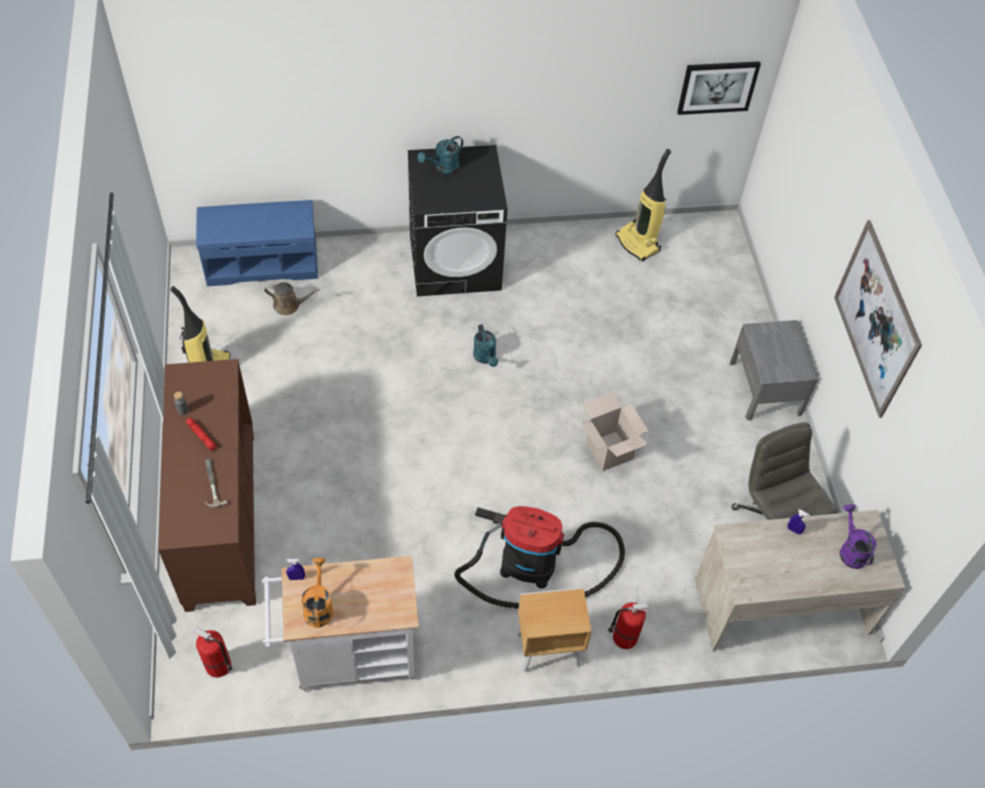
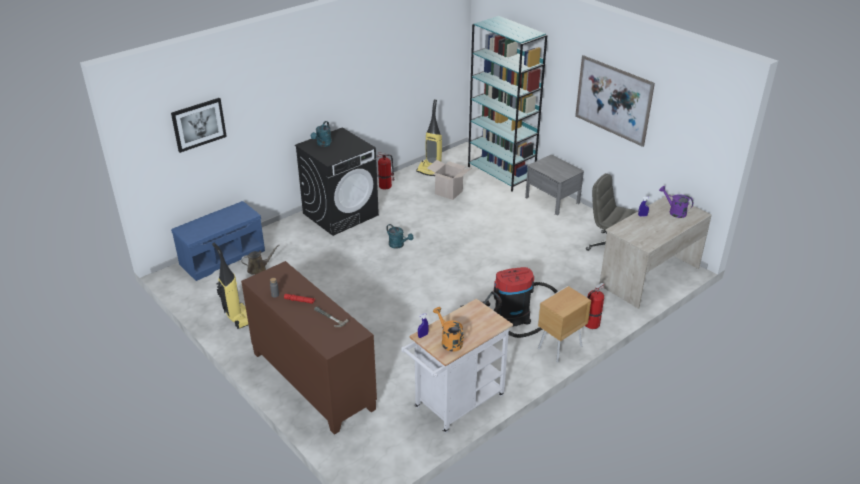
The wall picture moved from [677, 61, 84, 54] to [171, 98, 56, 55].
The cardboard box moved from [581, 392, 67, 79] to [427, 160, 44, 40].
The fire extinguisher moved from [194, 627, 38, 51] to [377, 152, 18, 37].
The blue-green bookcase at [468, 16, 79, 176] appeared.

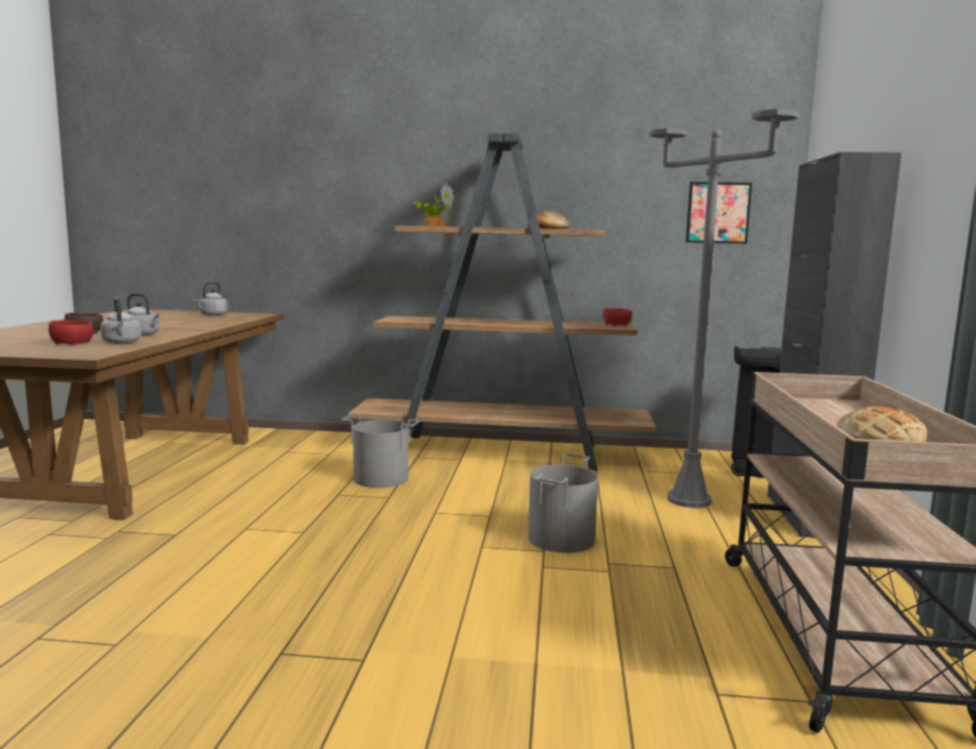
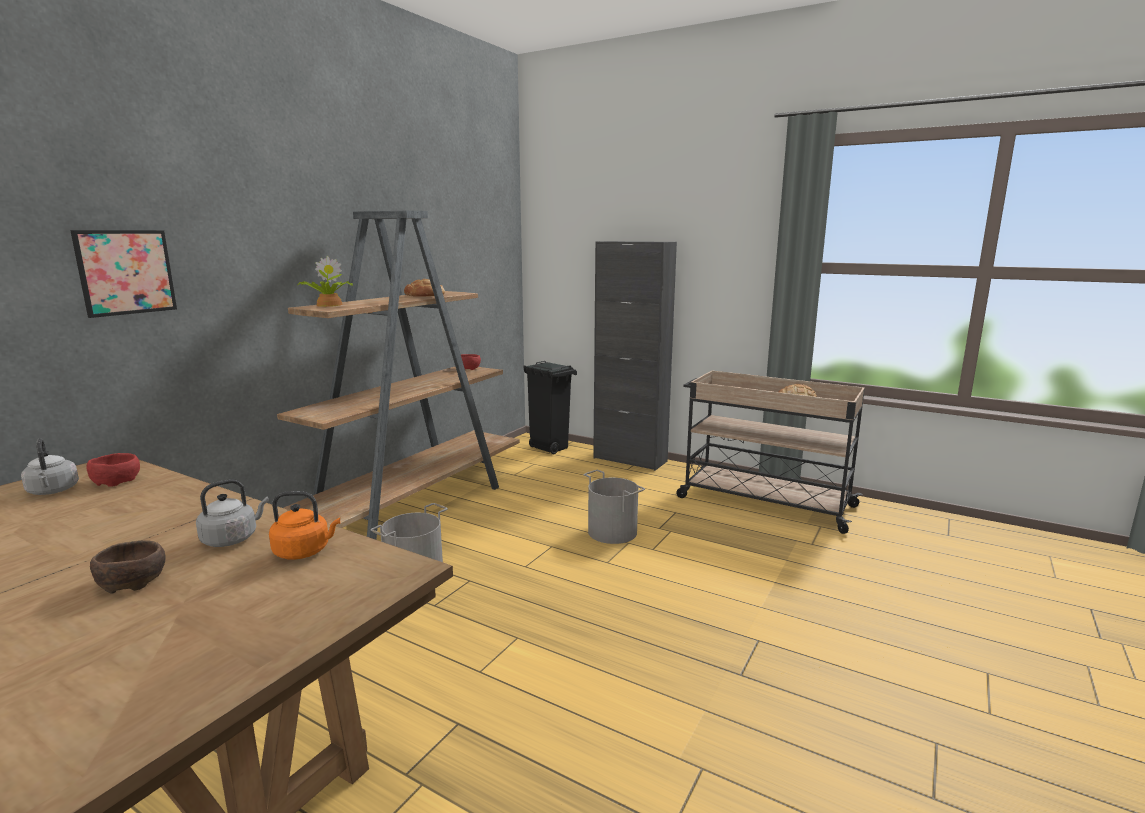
The gray standard lamp at [649, 109, 151, 399] disappeared.
The wall picture moved from [686, 182, 66, 62] to [70, 230, 107, 88].
The gray kettle at [100, 297, 41, 47] became the orange kettle at [269, 491, 71, 69].
The reddish deep dish moved from [48, 320, 46, 25] to [86, 453, 54, 34].

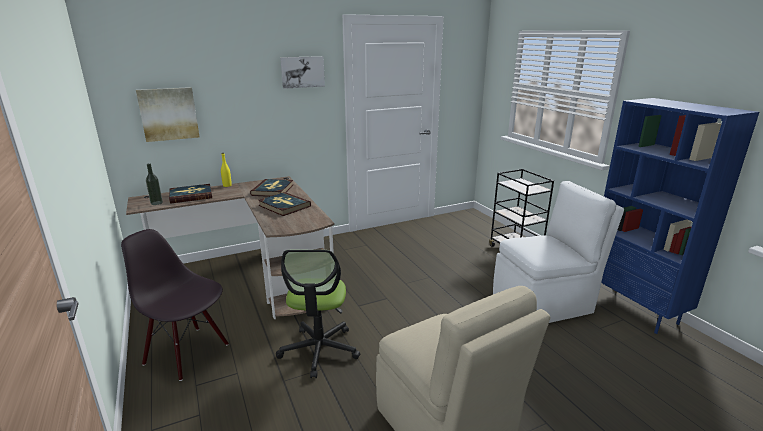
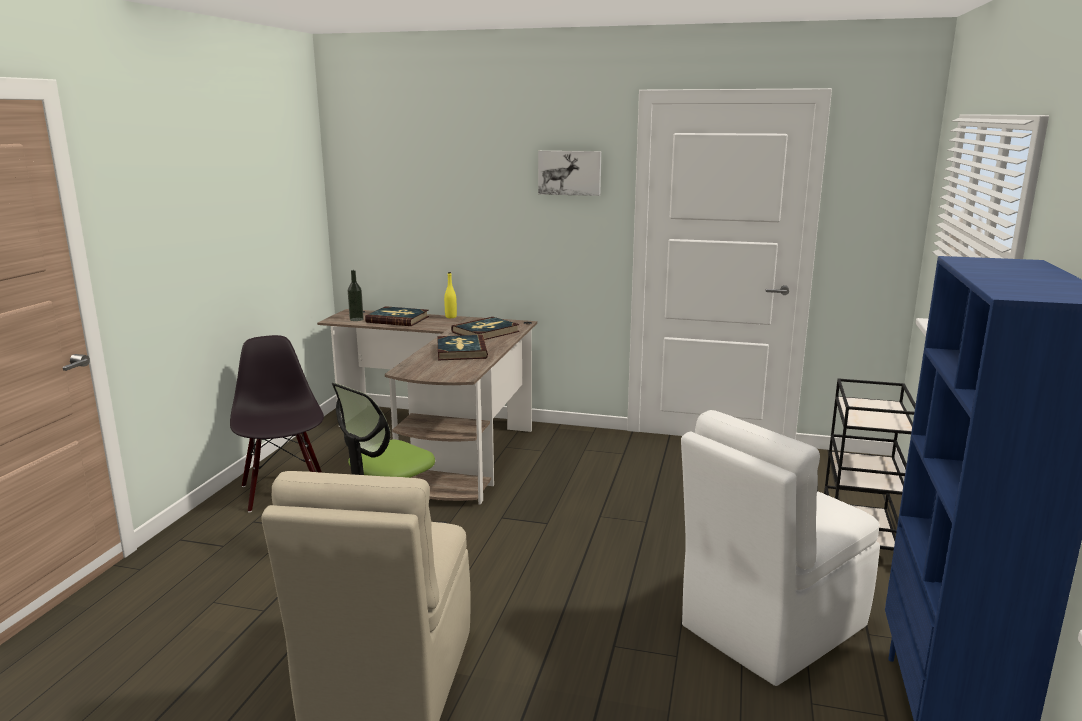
The wall picture at [136, 87, 64, 55] disappeared.
The whitish chair at [493, 181, 131, 142] turned 120 degrees clockwise.

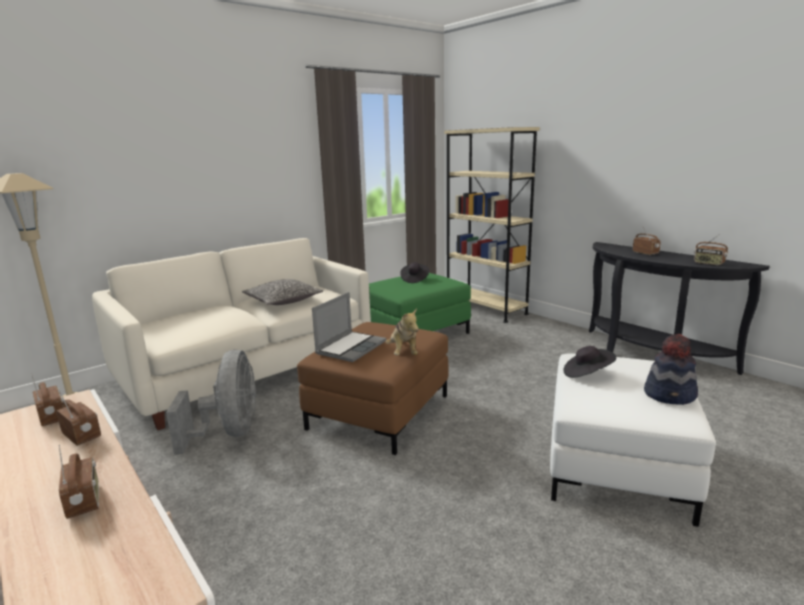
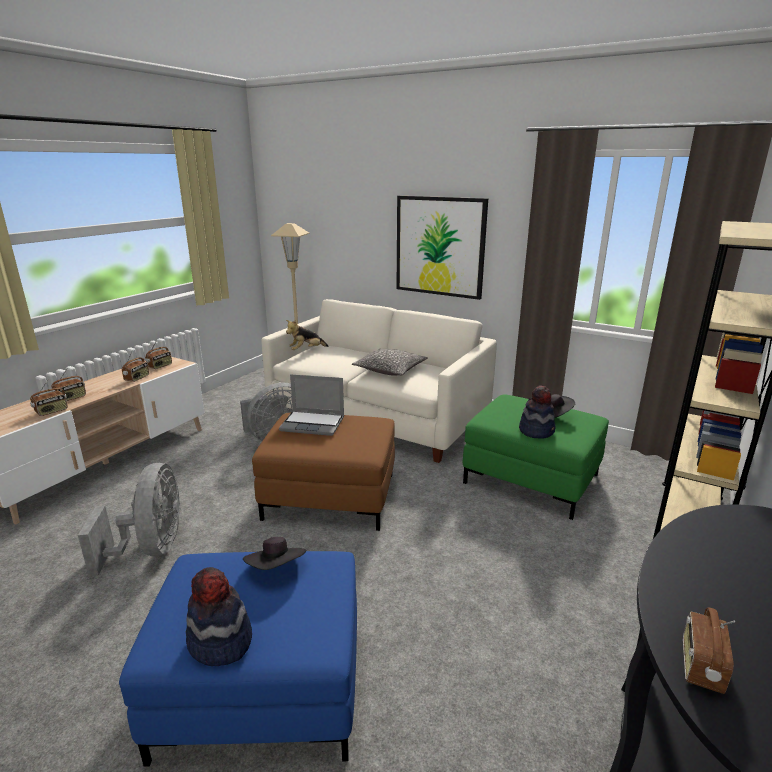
The radio moved from [633, 226, 28, 29] to [30, 380, 38, 36].
The cuddly toy moved from [386, 308, 33, 47] to [286, 320, 42, 30].
The whitish footrest at [550, 353, 166, 174] became the blue footrest at [119, 551, 238, 216].
The wall picture at [397, 196, 91, 104] appeared.
The wearable hat at [519, 386, 36, 53] appeared.
The gray electric fan at [78, 463, 103, 113] appeared.

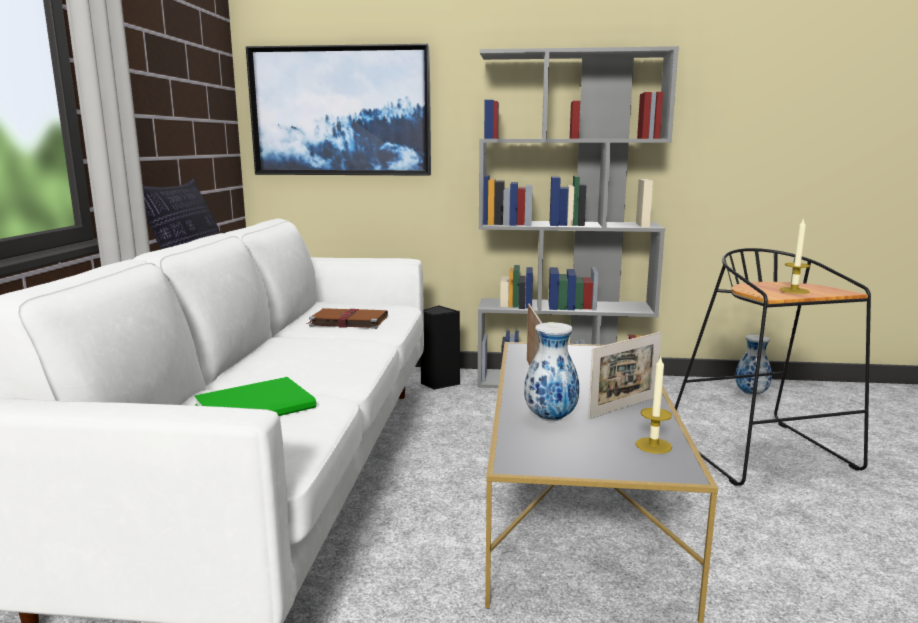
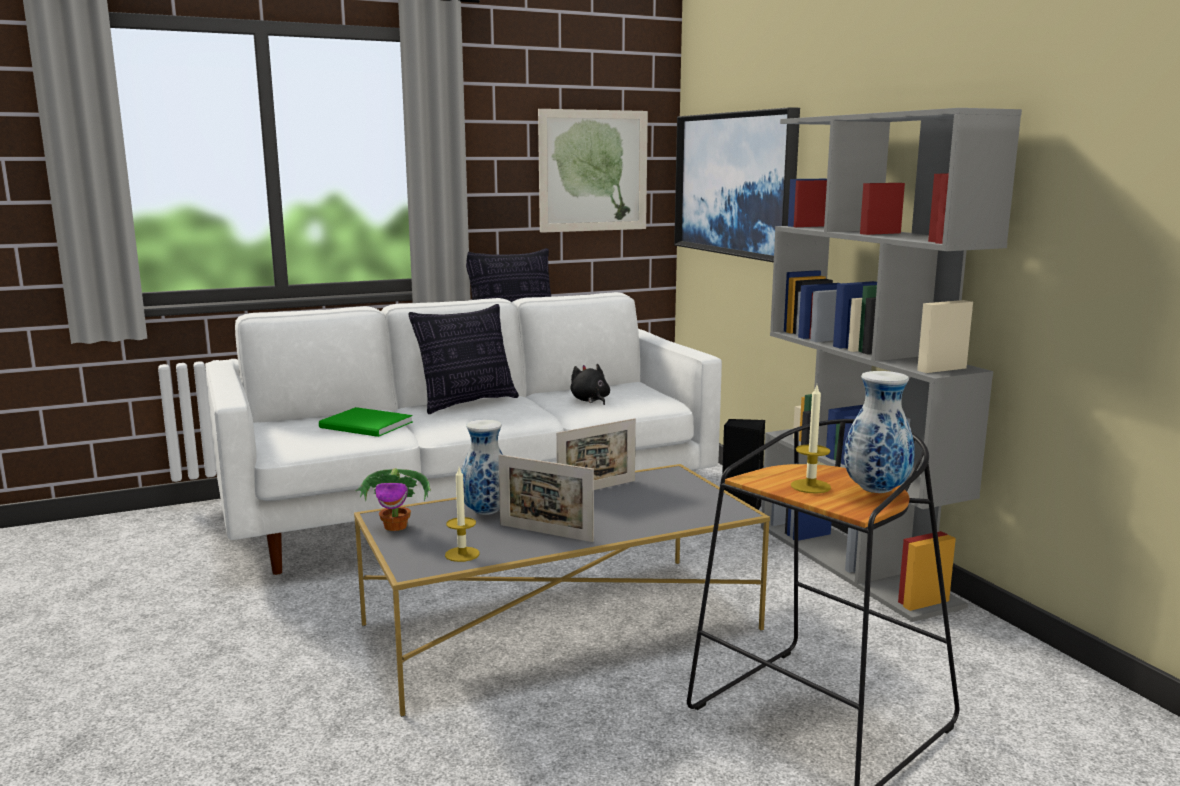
The brownish book at [306, 308, 82, 21] was replaced by the black cuddly toy at [570, 364, 40, 41].
The vase moved from [735, 335, 37, 60] to [844, 371, 71, 122].
The wall picture at [538, 109, 110, 124] appeared.
The throw pillow at [409, 304, 110, 110] appeared.
The houseplant at [356, 468, 75, 63] appeared.

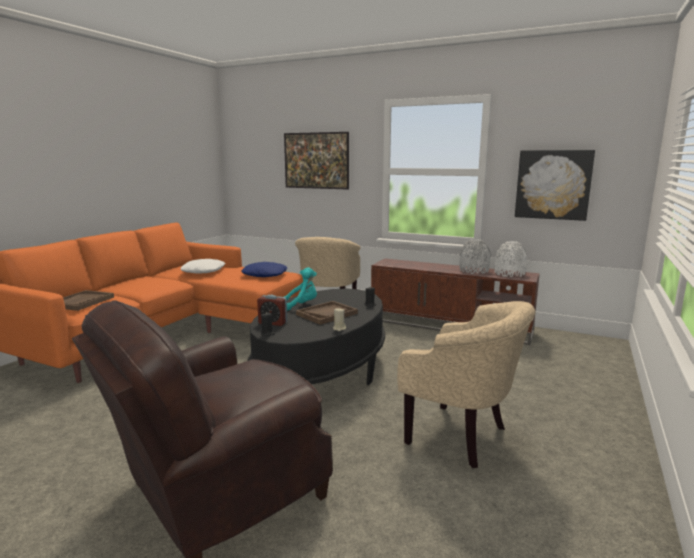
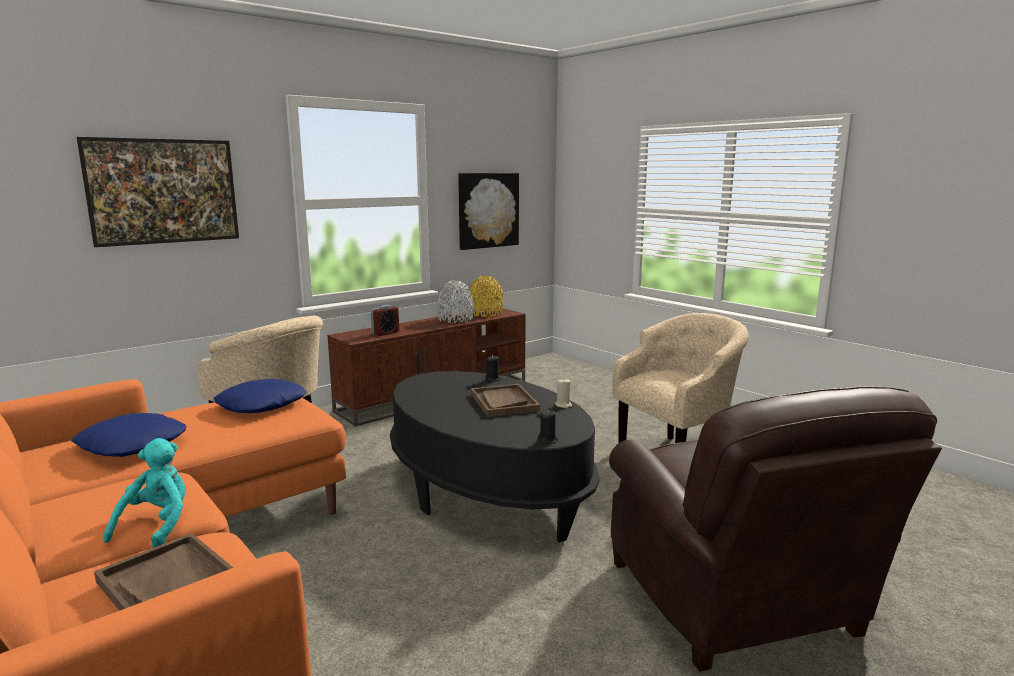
The whitish vase at [495, 241, 32, 36] became the yellowish vase at [469, 276, 34, 41].
The whitish throw pillow at [180, 259, 46, 14] became the blue throw pillow at [71, 413, 115, 44].
The blue-green cuddly toy moved from [284, 267, 33, 44] to [103, 438, 83, 110].
The table clock moved from [257, 295, 30, 31] to [371, 305, 28, 31].

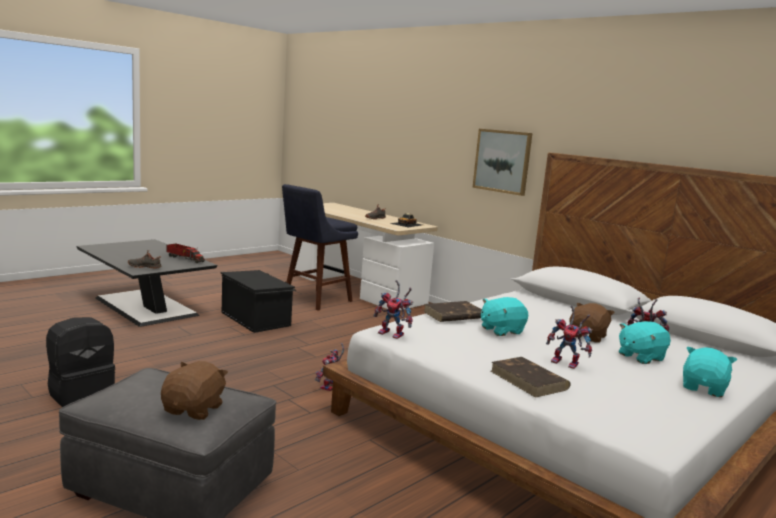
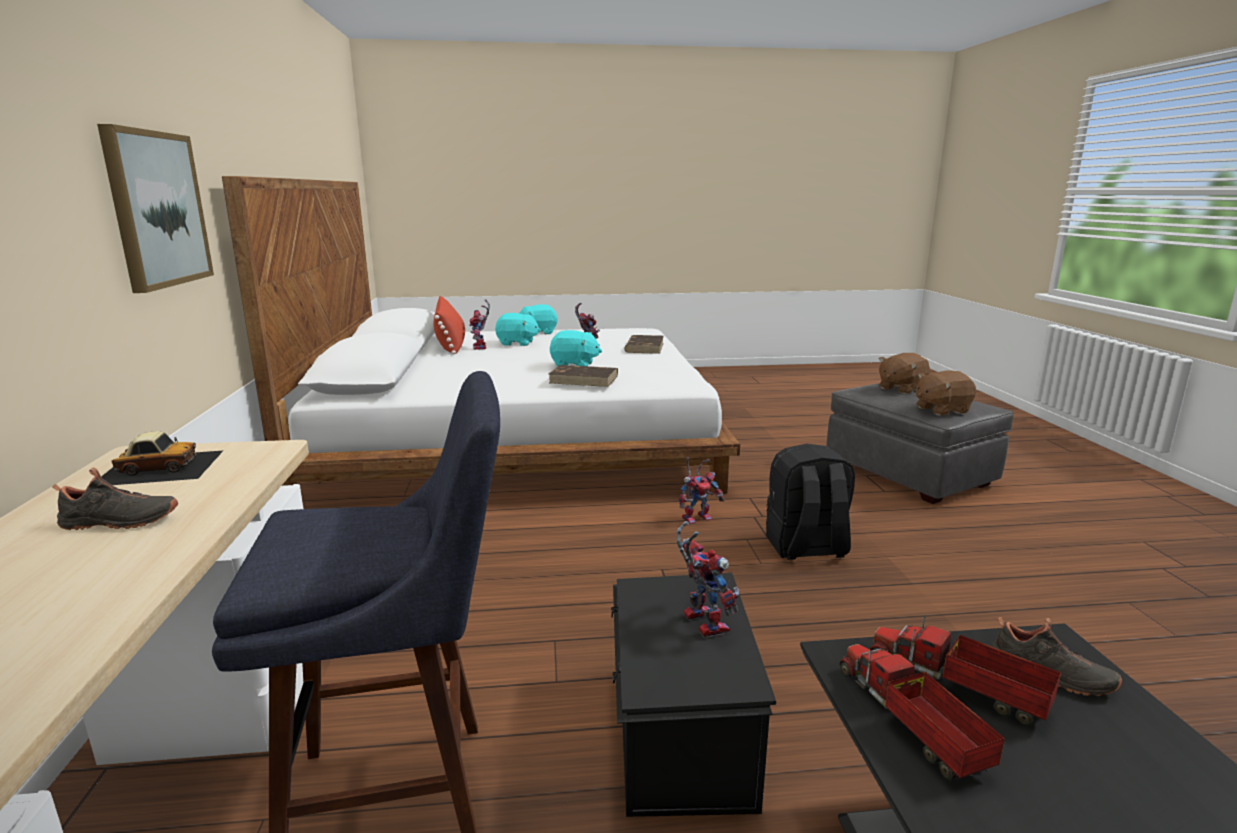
The toy robot moved from [374, 280, 39, 59] to [677, 521, 63, 116].
The brownish cuddly toy moved from [570, 303, 45, 40] to [916, 370, 60, 46].
The black knapsack moved from [46, 317, 70, 90] to [766, 444, 89, 116].
The reddish throw pillow at [434, 296, 31, 59] appeared.
The toy lorry at [870, 616, 191, 109] appeared.

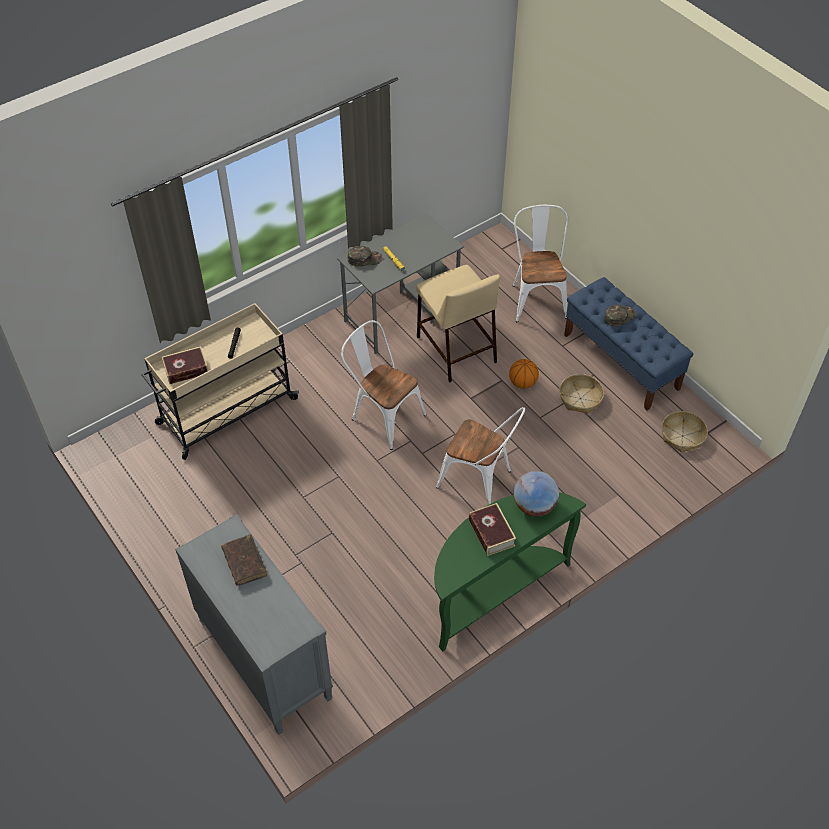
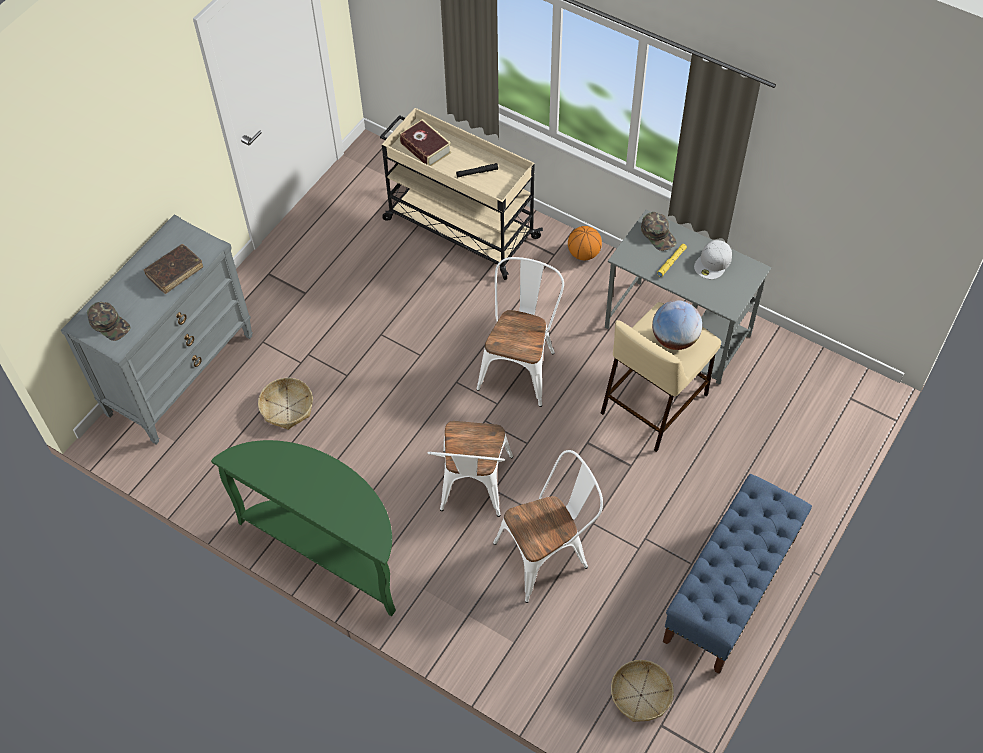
The whitish chair moved from [513, 205, 55, 117] to [493, 450, 110, 153].
The greenish peaked cap moved from [604, 305, 32, 22] to [87, 302, 43, 39].
The ball for basketball moved from [509, 359, 30, 30] to [568, 226, 34, 34].
The household basket moved from [559, 374, 45, 40] to [258, 378, 55, 52].
The globe moved from [514, 471, 45, 45] to [652, 300, 50, 50].
The book at [468, 503, 48, 53] disappeared.
The whitish peaked cap at [694, 240, 38, 39] appeared.

